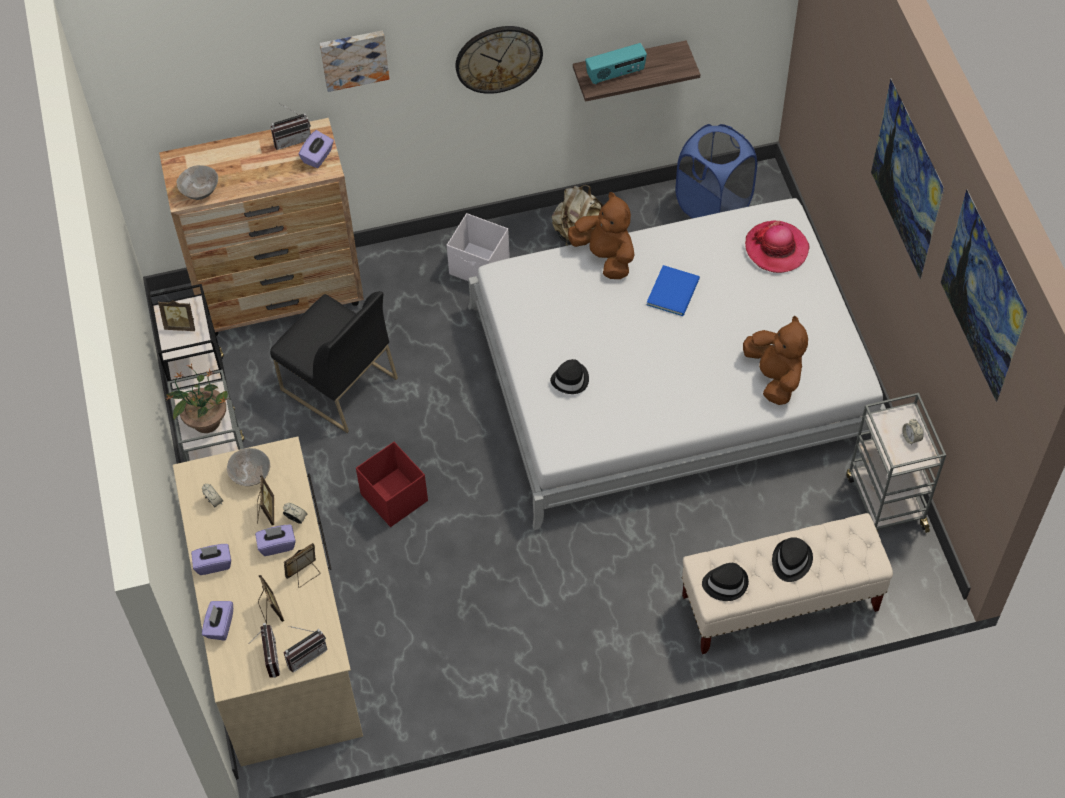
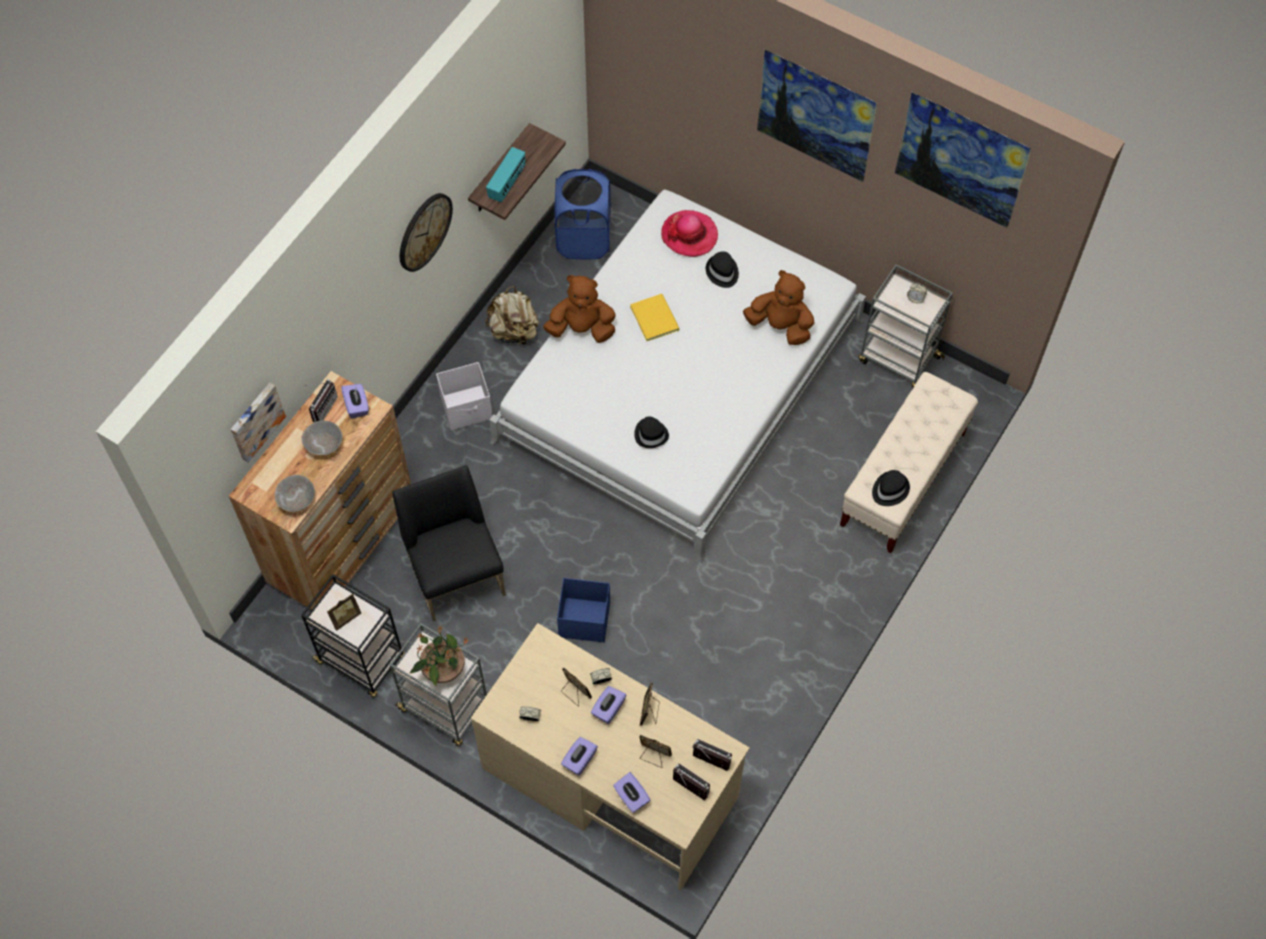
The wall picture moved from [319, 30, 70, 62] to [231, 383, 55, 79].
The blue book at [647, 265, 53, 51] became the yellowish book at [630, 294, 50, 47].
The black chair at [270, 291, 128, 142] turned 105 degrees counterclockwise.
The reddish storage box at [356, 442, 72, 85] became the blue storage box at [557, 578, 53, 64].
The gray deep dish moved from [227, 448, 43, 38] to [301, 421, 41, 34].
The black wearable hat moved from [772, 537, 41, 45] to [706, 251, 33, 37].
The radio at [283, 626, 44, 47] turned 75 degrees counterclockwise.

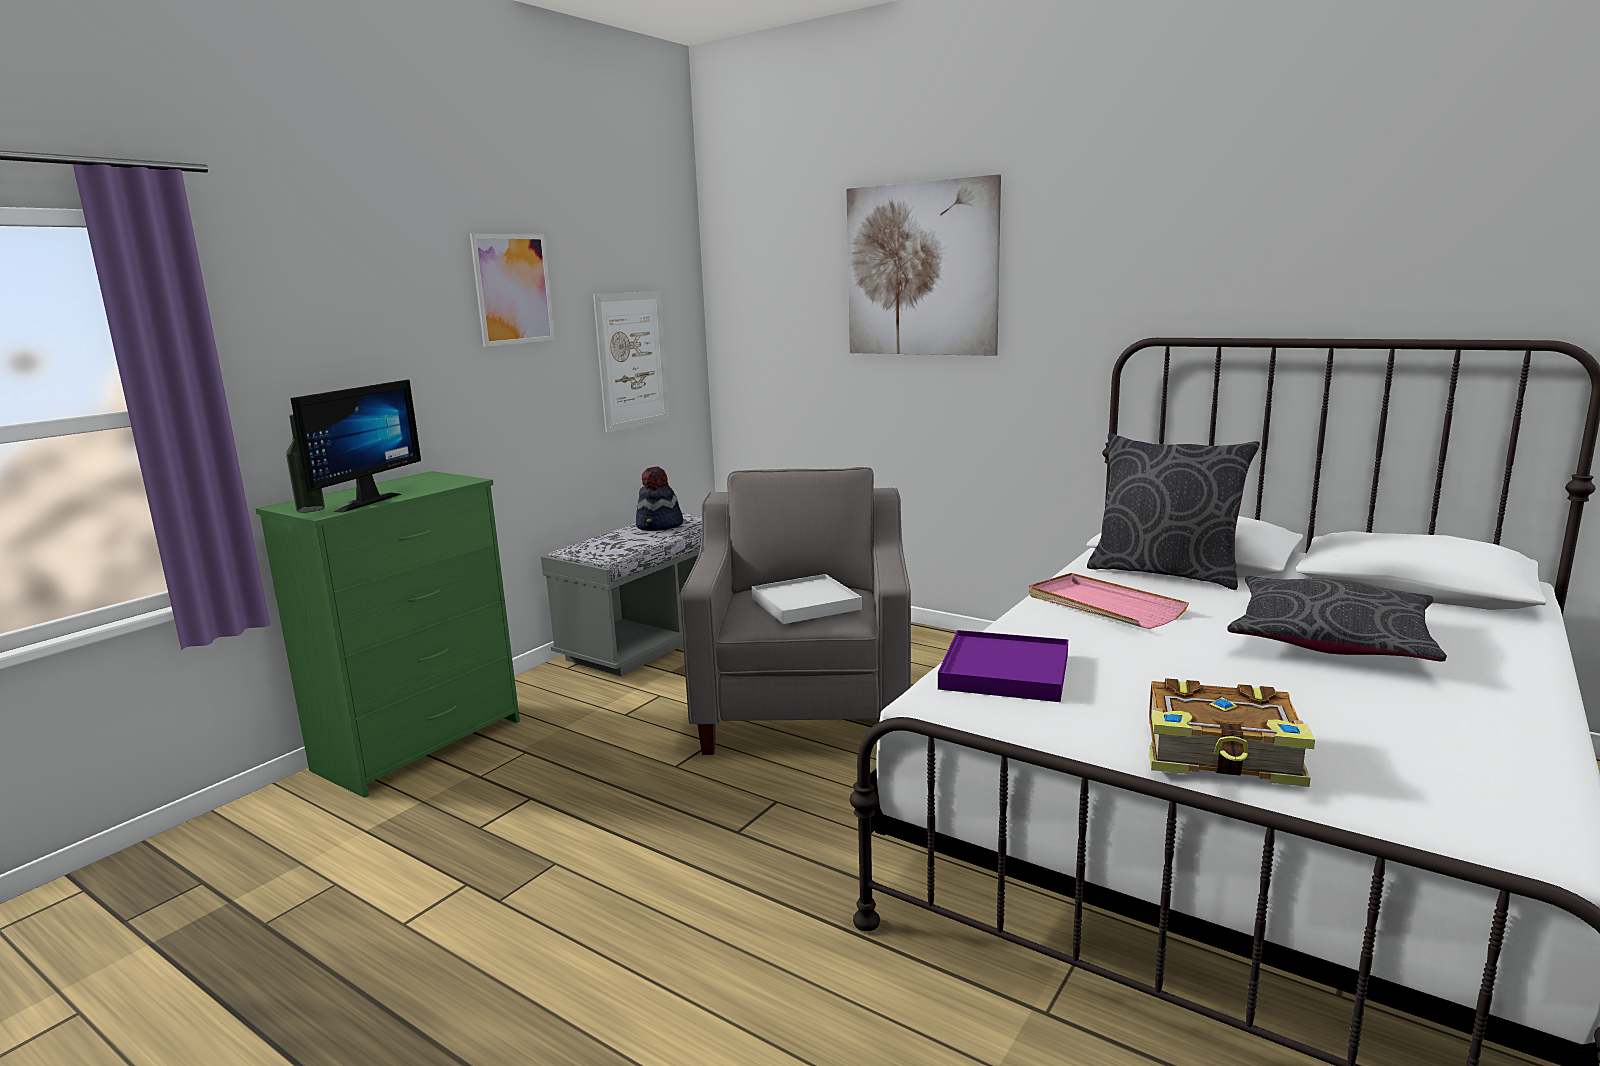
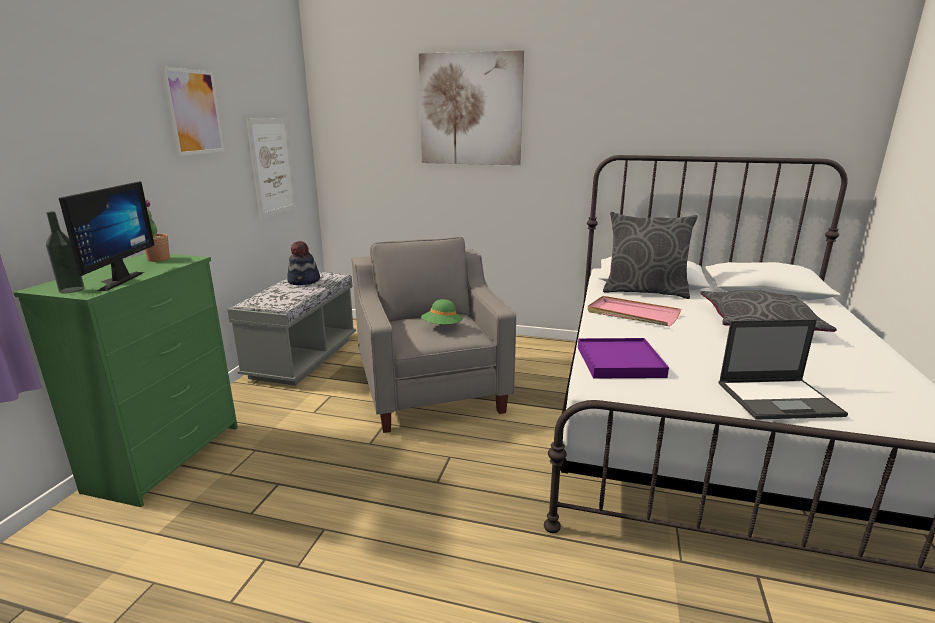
The whitish tray at [752, 574, 110, 50] was replaced by the greenish wearable hat at [421, 299, 42, 25].
The book at [1149, 678, 166, 109] was replaced by the notebook computer at [719, 319, 129, 101].
The houseplant at [145, 199, 25, 63] appeared.

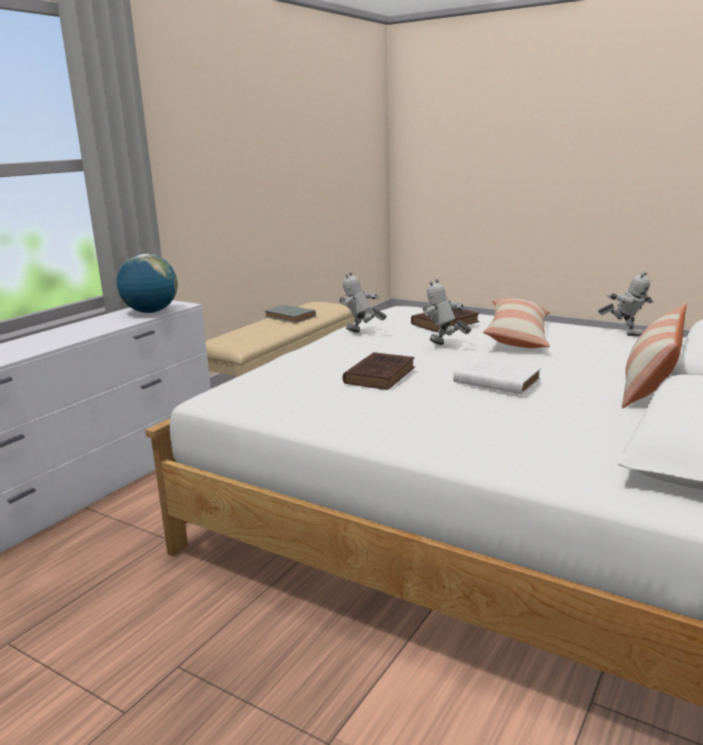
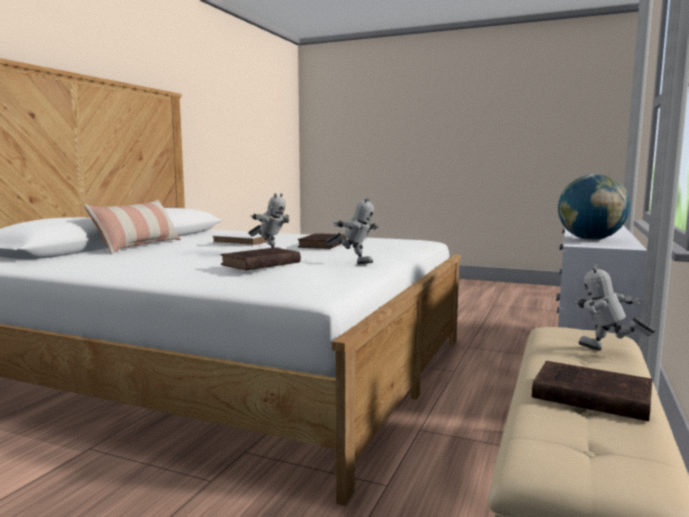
The toy robot moved from [598, 272, 56, 64] to [574, 264, 81, 87].
The throw pillow at [483, 298, 67, 50] disappeared.
The gray book at [265, 305, 51, 18] became the brownish book at [532, 361, 120, 60].

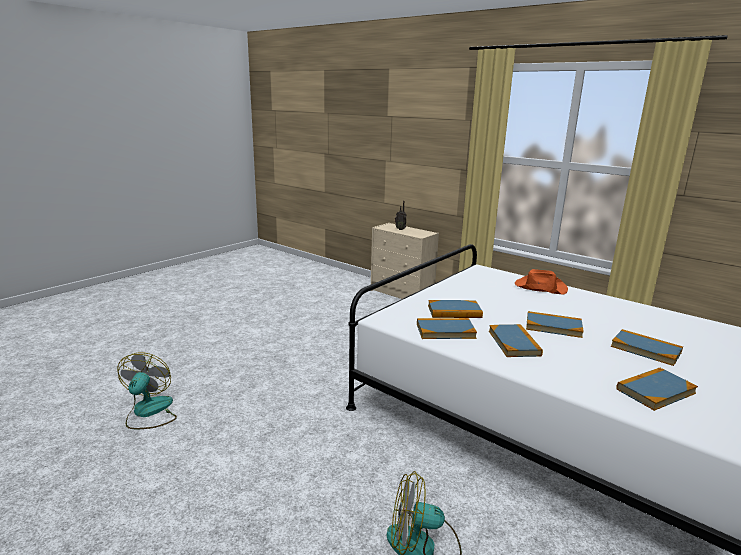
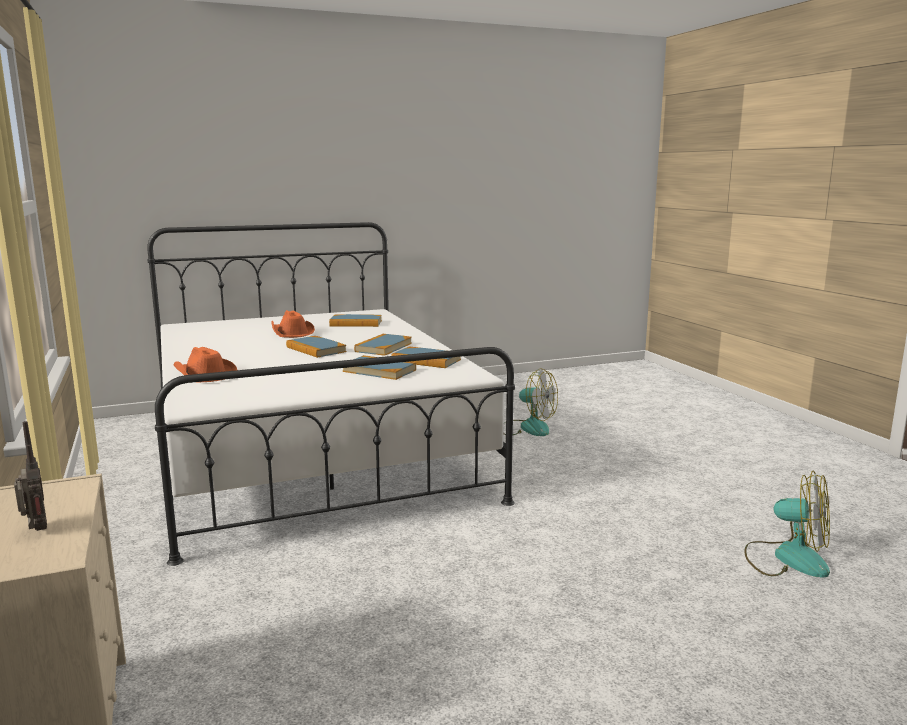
The book at [611, 329, 72, 37] was replaced by the orange wearable hat at [271, 310, 44, 28].
The electric fan at [118, 353, 59, 76] turned 90 degrees counterclockwise.

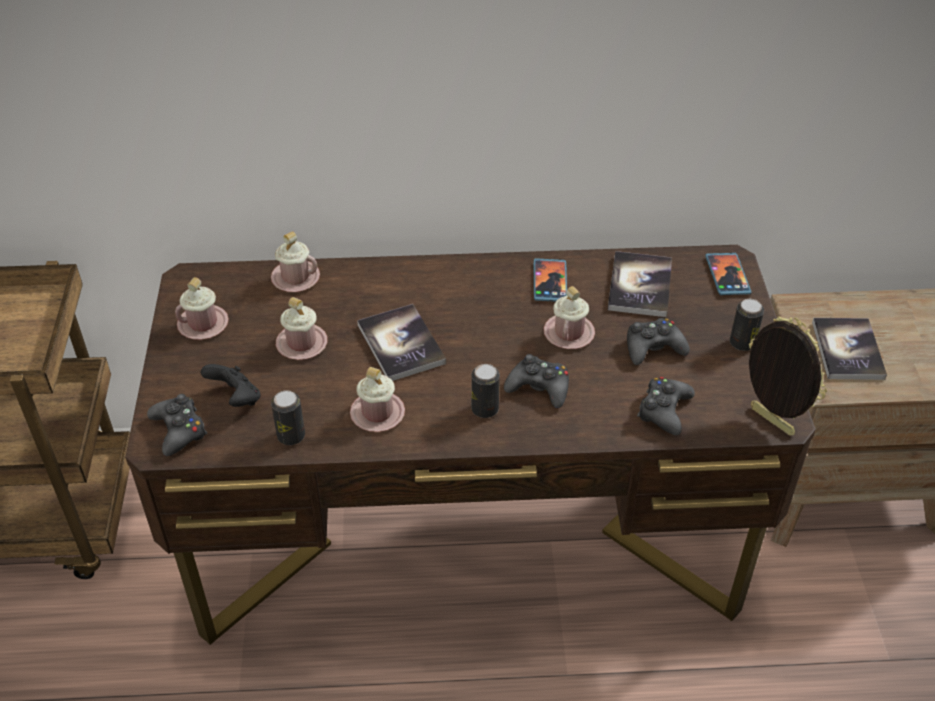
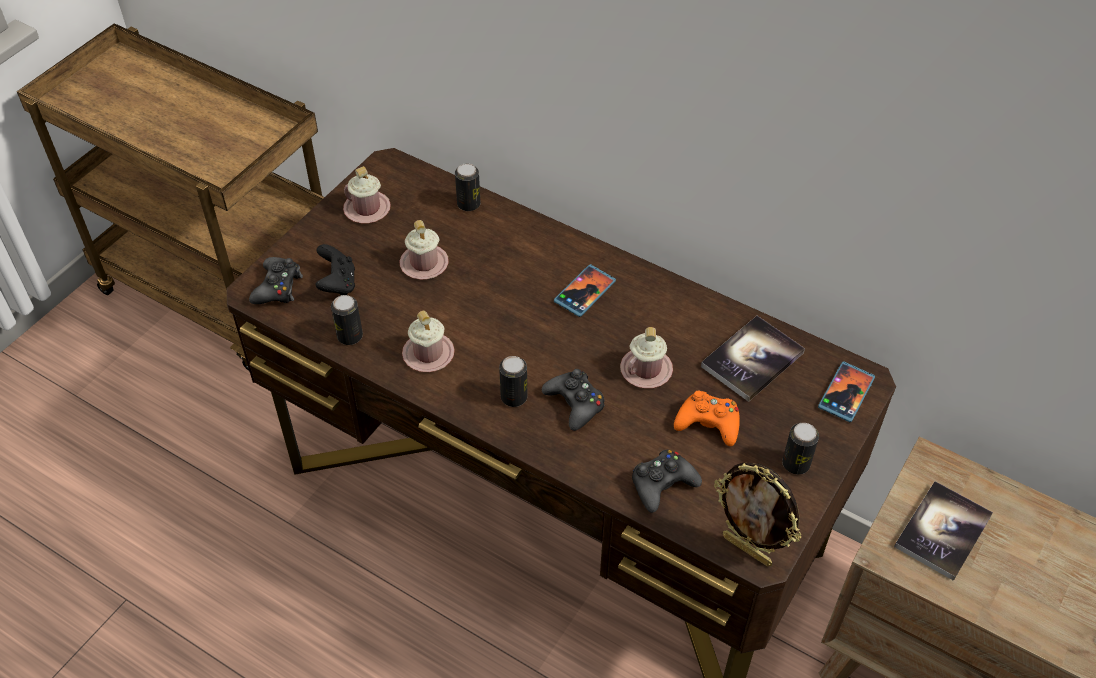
The pink-coloured coffee mug at [271, 231, 49, 61] was replaced by the can at [455, 163, 26, 48].
The telephone moved from [533, 258, 34, 44] to [554, 264, 62, 53].
The book at [357, 304, 89, 77] disappeared.
The picture frame at [749, 316, 78, 120] turned 135 degrees clockwise.
The black joypad at [627, 318, 63, 47] became the orange joypad at [674, 391, 66, 55].

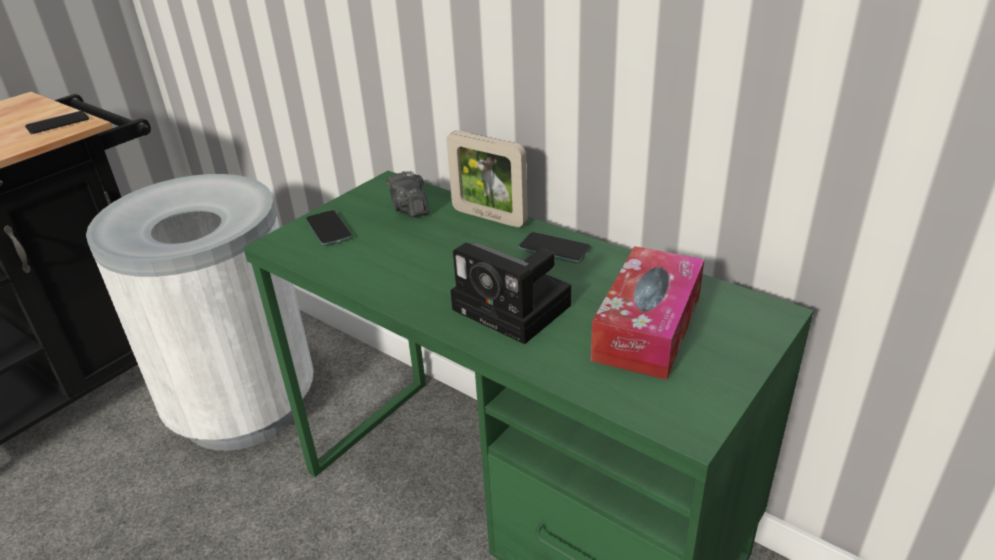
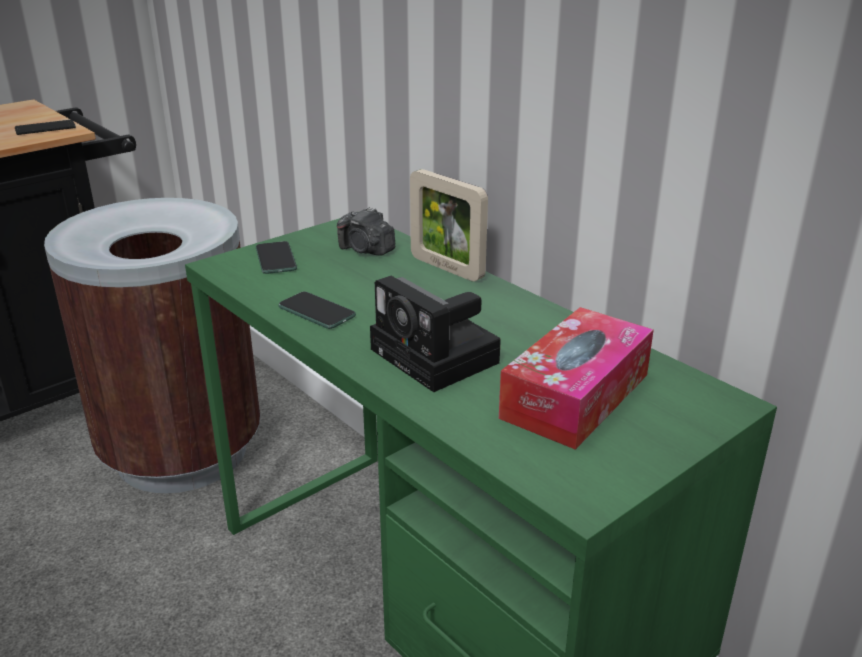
The still camera at [387, 171, 42, 46] turned 45 degrees counterclockwise.
The whitish rubbish bin at [86, 174, 228, 277] became the brownish rubbish bin at [44, 198, 216, 295].
The telephone moved from [518, 232, 74, 31] to [278, 292, 78, 37].

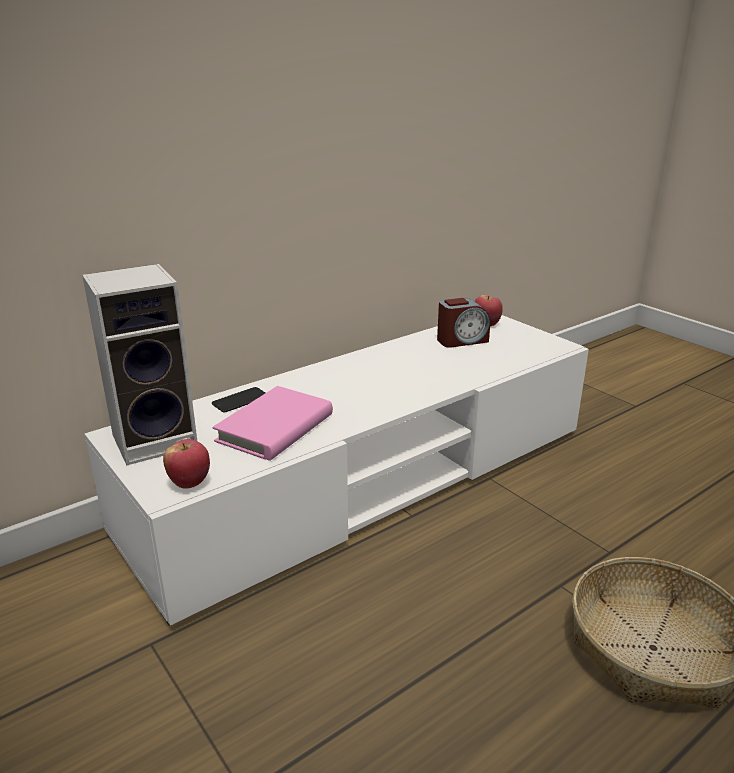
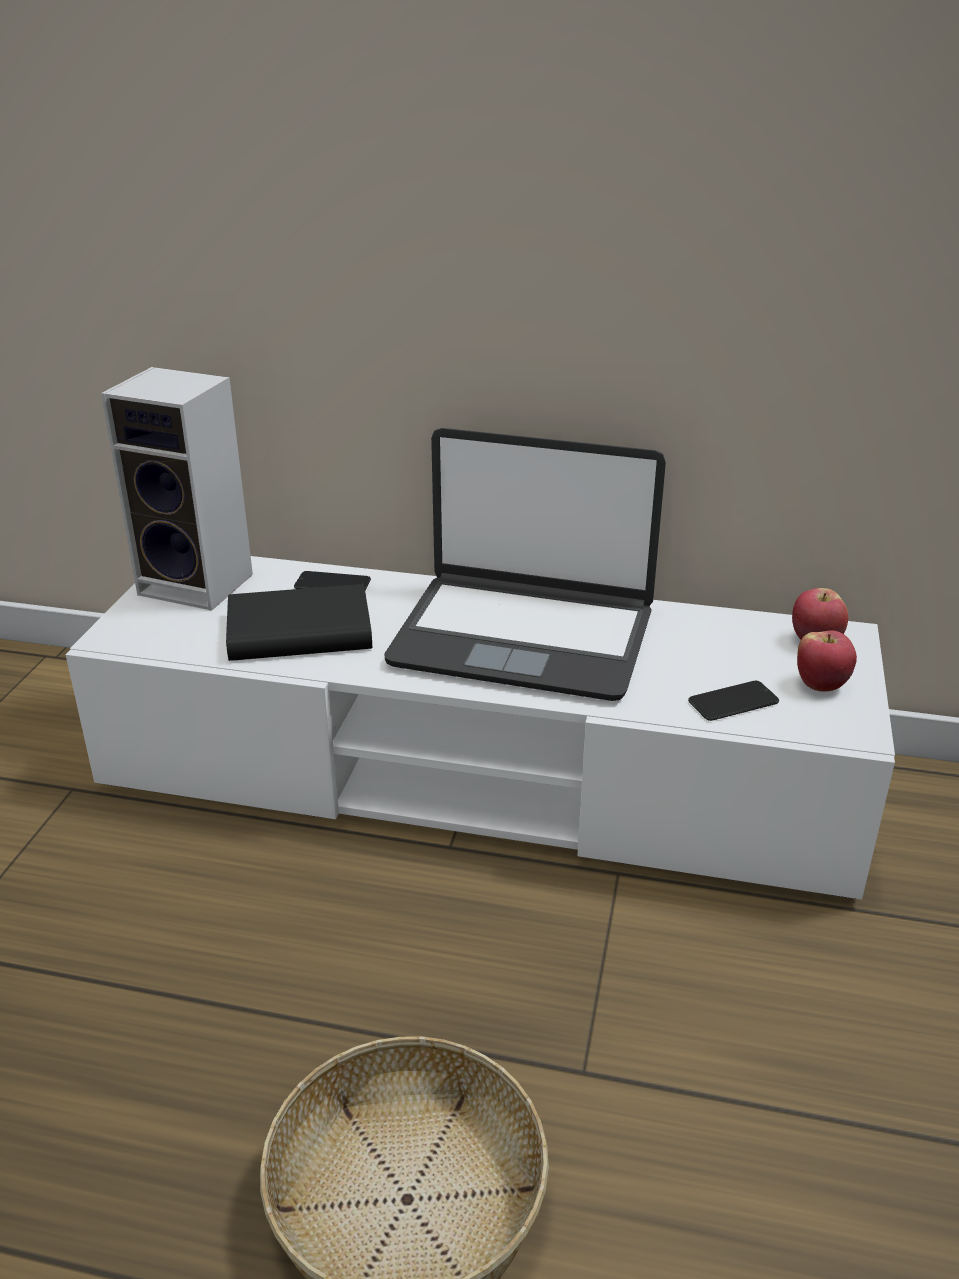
The table clock at [437, 298, 53, 50] disappeared.
The pink-coloured book at [212, 386, 121, 75] became the black book at [226, 584, 146, 77].
The apple fruit moved from [163, 439, 47, 50] to [797, 630, 60, 62].
The notebook computer at [384, 428, 282, 273] appeared.
The telephone at [688, 681, 91, 40] appeared.

